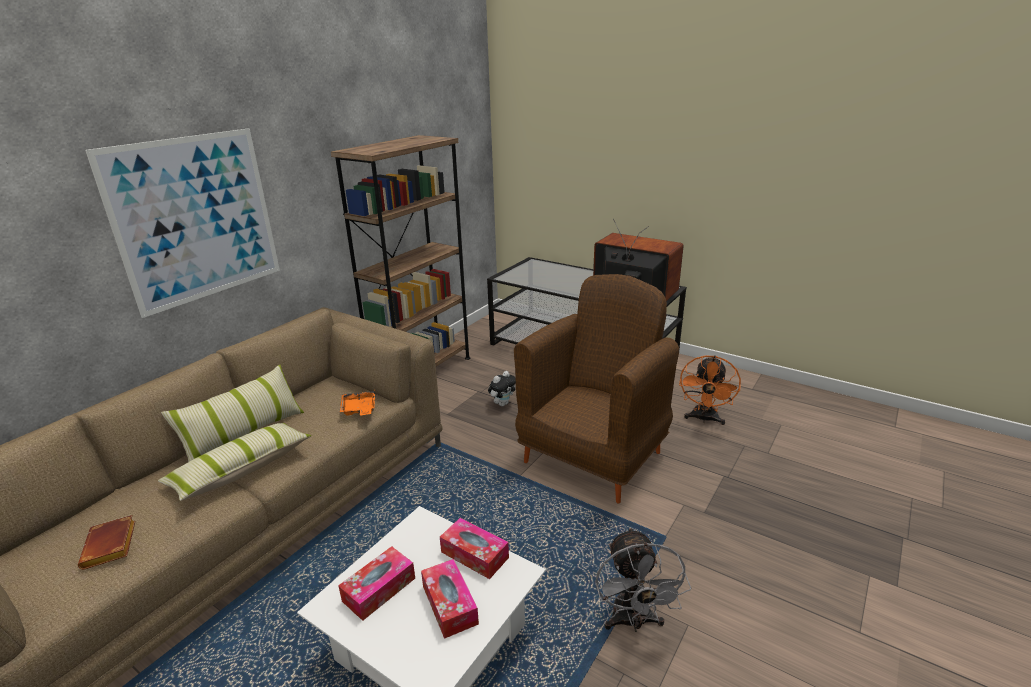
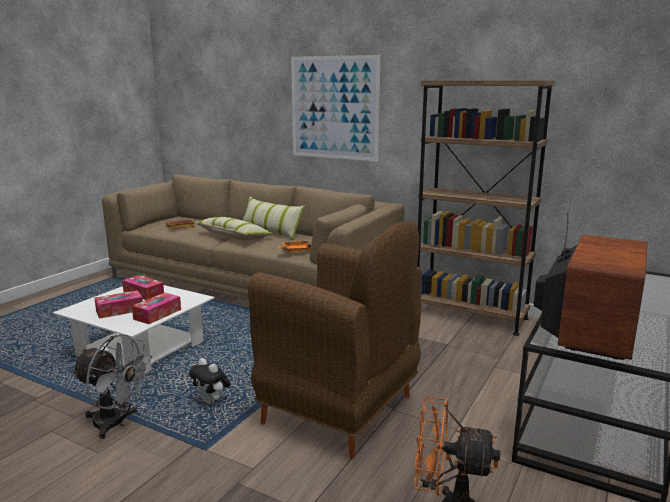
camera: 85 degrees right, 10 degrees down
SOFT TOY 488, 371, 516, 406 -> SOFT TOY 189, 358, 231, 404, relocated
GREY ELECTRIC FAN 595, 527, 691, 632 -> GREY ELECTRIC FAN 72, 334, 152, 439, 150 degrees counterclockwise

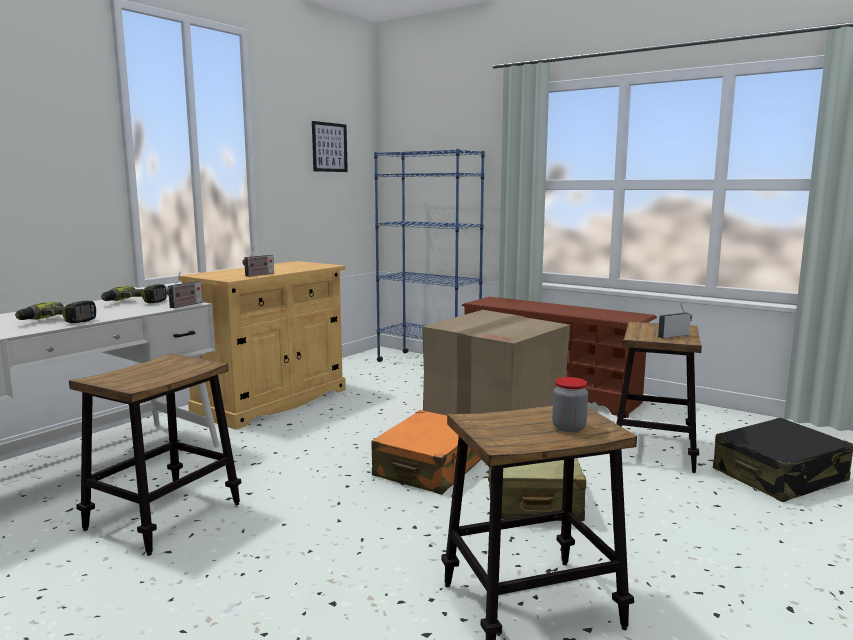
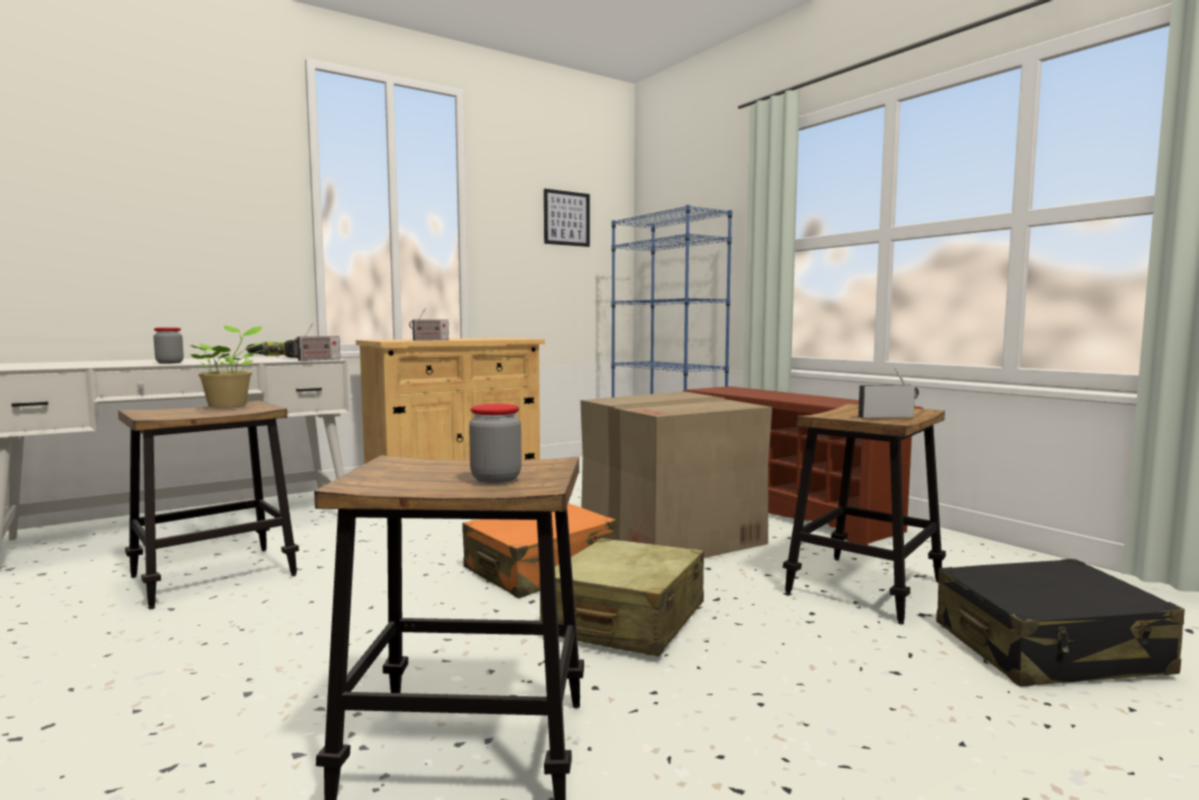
camera: 20 degrees right, 5 degrees down
none -> POTTED PLANT 190, 326, 267, 408
DRILL 15, 301, 96, 323 -> STORAGE JAR 154, 327, 184, 364

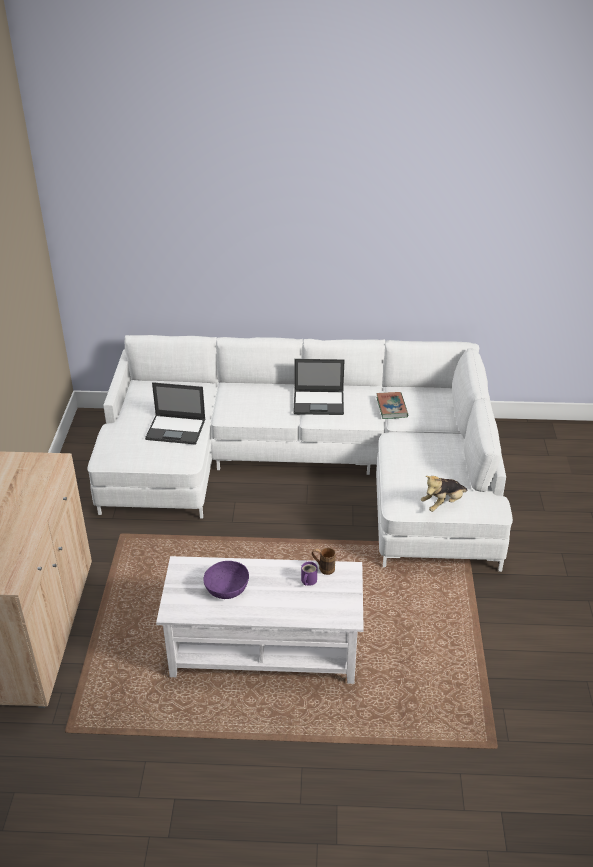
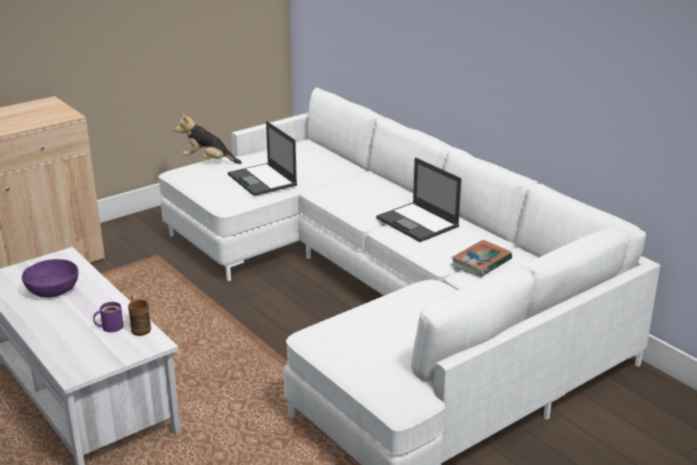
camera: 50 degrees right, 10 degrees down
SOFT TOY 421, 476, 467, 512 -> SOFT TOY 175, 113, 242, 164, relocated

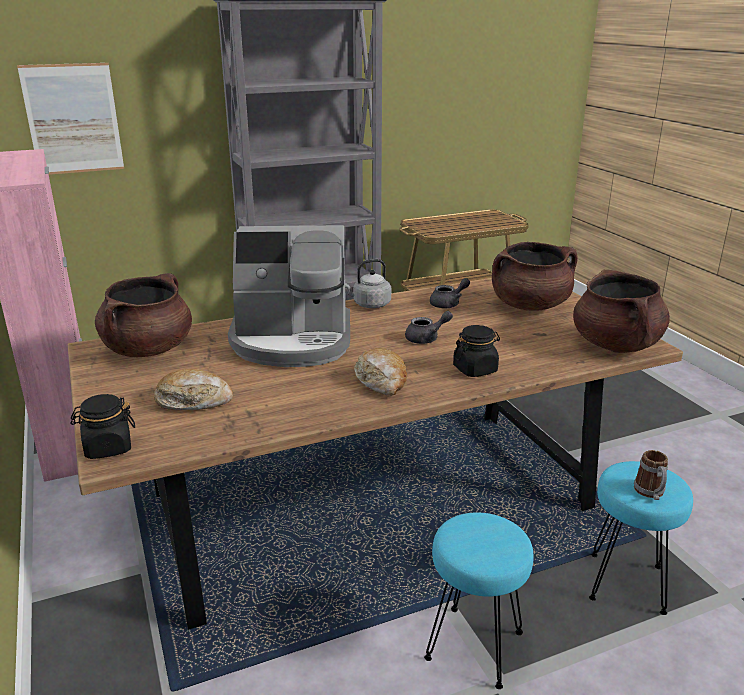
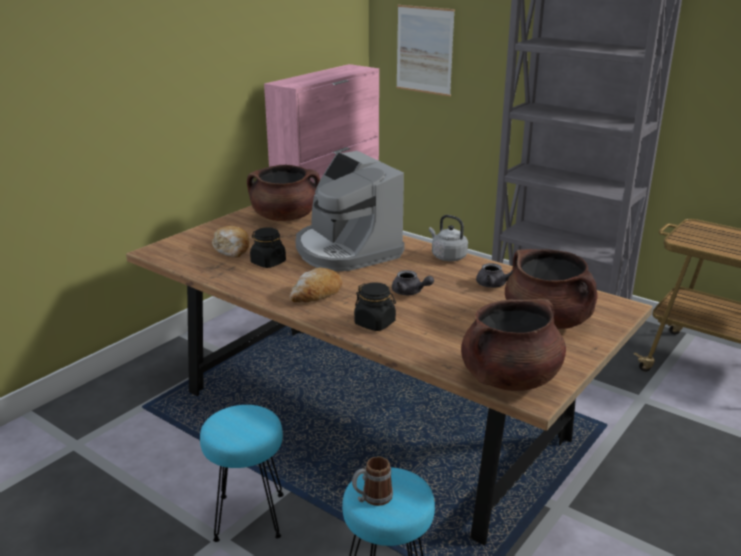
camera: 60 degrees right, 0 degrees up
BLACK STORAGE JAR 71, 394, 135, 459 -> BLACK STORAGE JAR 250, 227, 286, 268, relocated

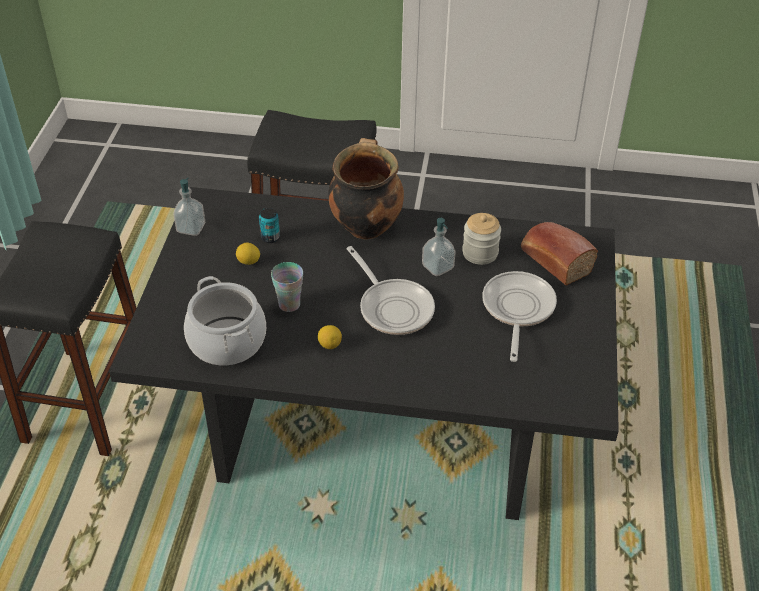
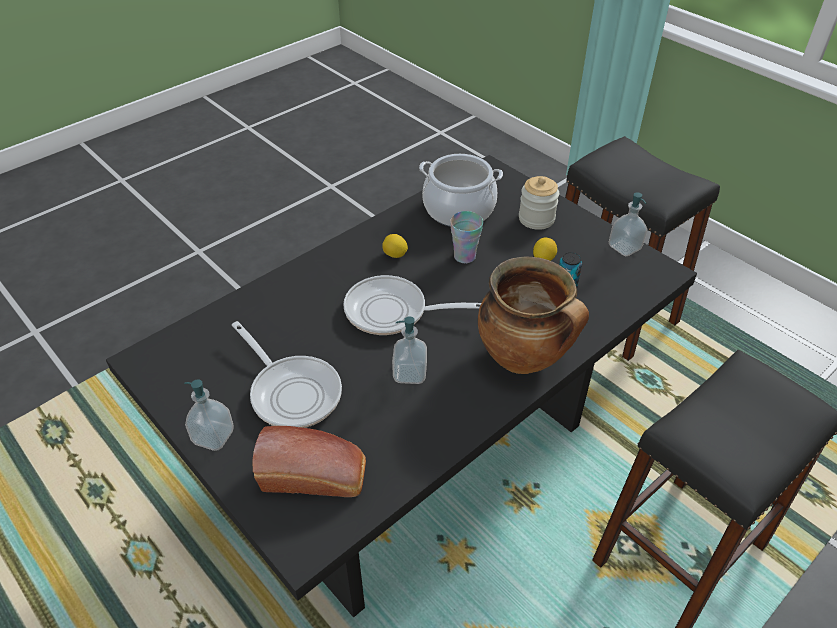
camera: 130 degrees right, 0 degrees up
none -> SOAP DISPENSER 184, 379, 234, 451
STORAGE JAR 462, 213, 501, 265 -> STORAGE JAR 519, 176, 559, 230, relocated

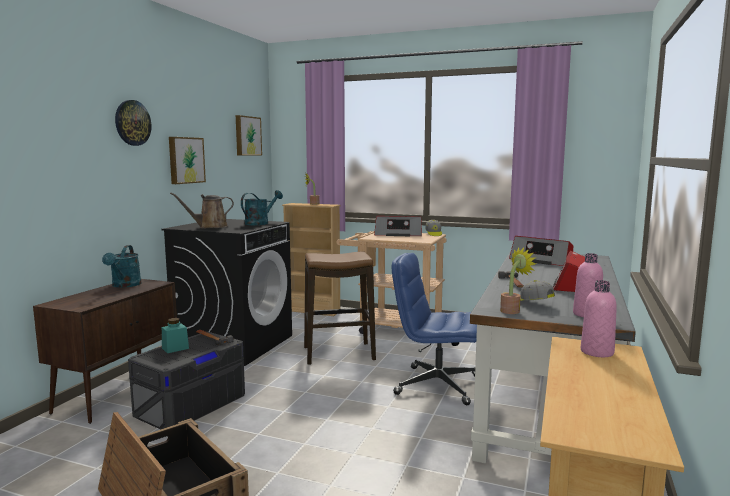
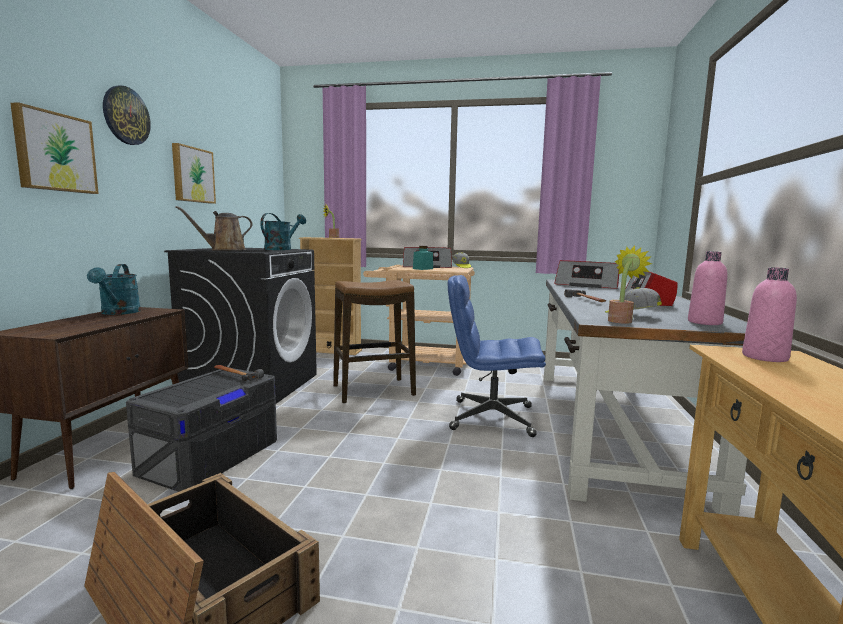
camera: 10 degrees left, 0 degrees up
BLUE-GREEN STORAGE JAR 162, 318, 189, 353 -> BLUE-GREEN STORAGE JAR 413, 246, 433, 270, relocated
WALL ART 236, 115, 262, 156 -> WALL ART 10, 102, 99, 194, relocated

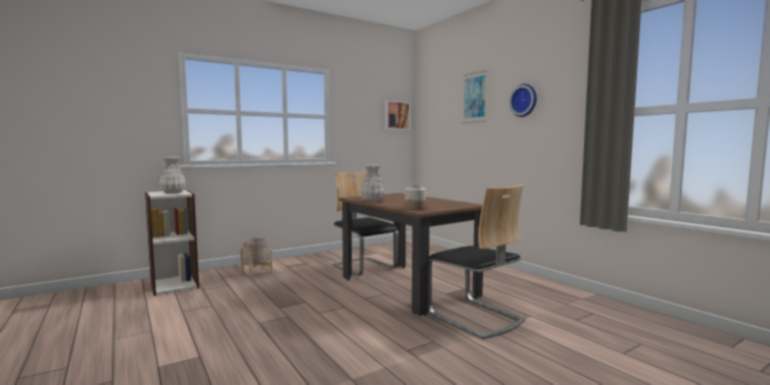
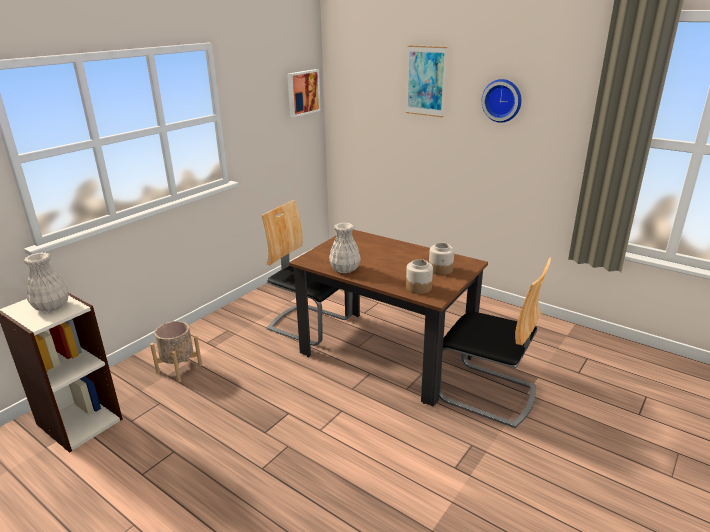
camera: 20 degrees left, 20 degrees up
none -> STORAGE JAR 429, 243, 454, 275

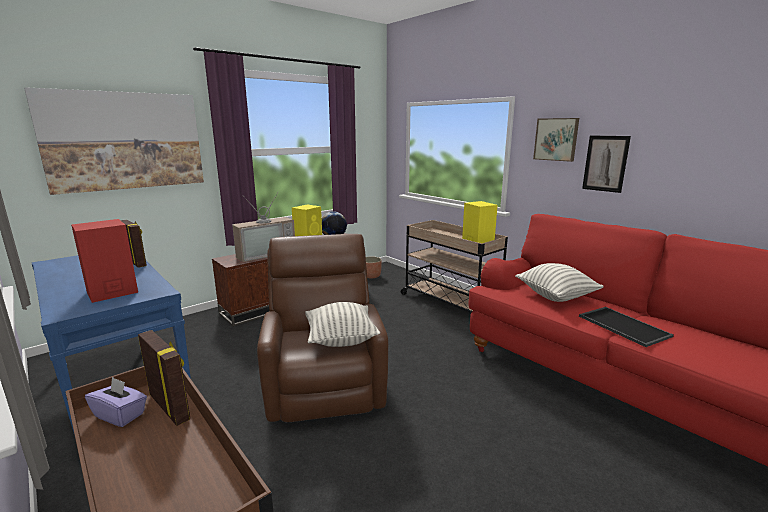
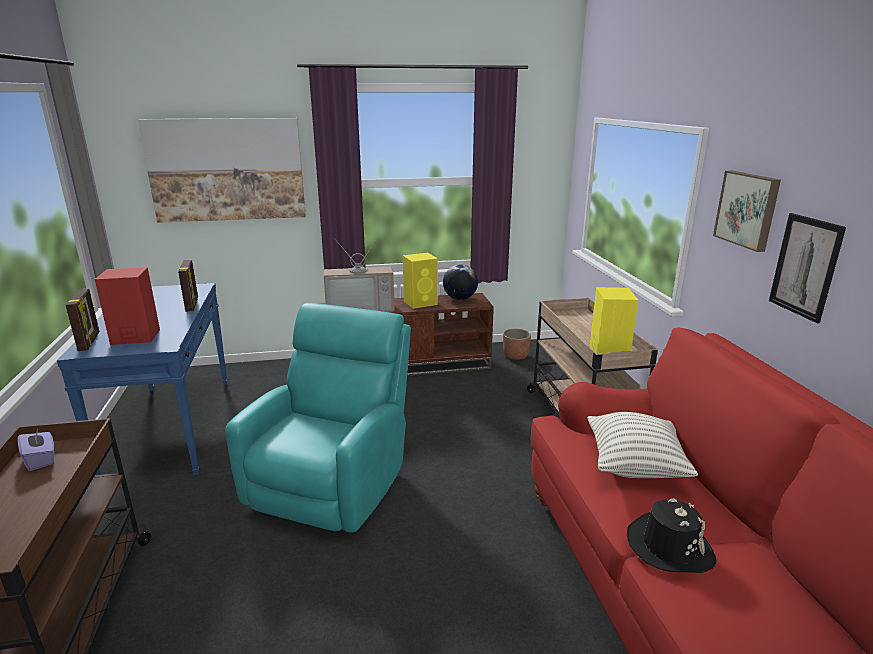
camera: 30 degrees right, 5 degrees up
PILLOW 305, 302, 380, 347 -> none
STANDING FRAME 138, 330, 190, 426 -> STANDING FRAME 66, 289, 99, 351, relocated
TRAY 579, 307, 674, 347 -> BLACK CLOTHING HAT 627, 498, 717, 573
BROWN LOUNGE CHAIR 257, 234, 388, 422 -> BLUE-GREEN LOUNGE CHAIR 225, 303, 411, 533

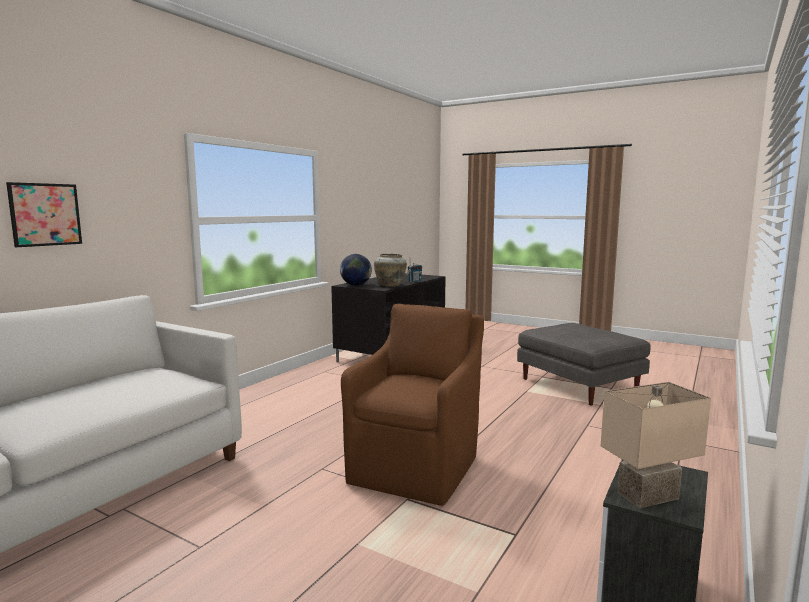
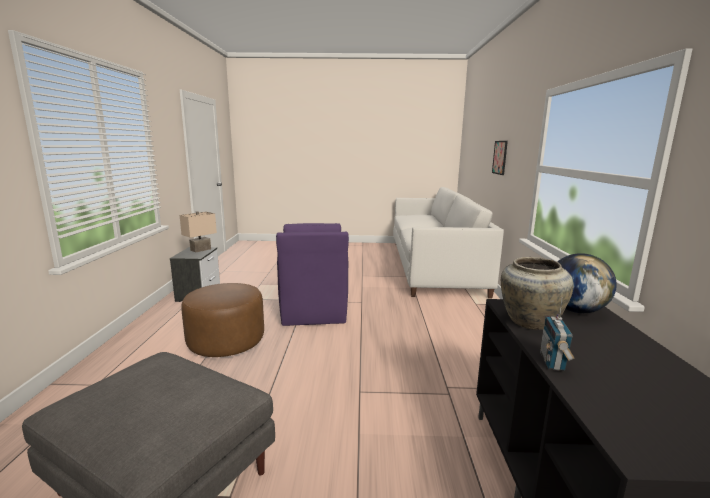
camera: 150 degrees right, 5 degrees up
none -> BROWN OTTOMAN 181, 283, 264, 357
BROWN LOUNGE CHAIR 341, 304, 484, 506 -> PURPLE LOUNGE CHAIR 276, 223, 349, 326

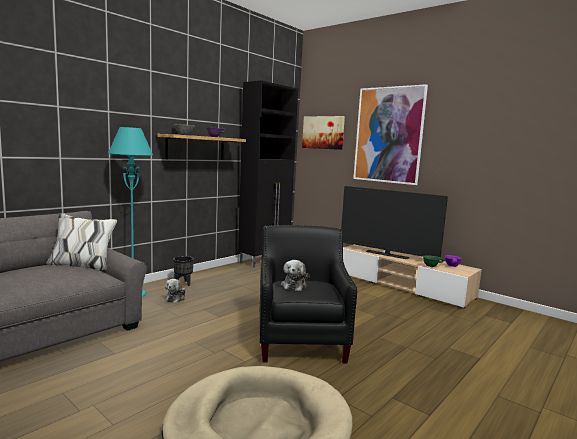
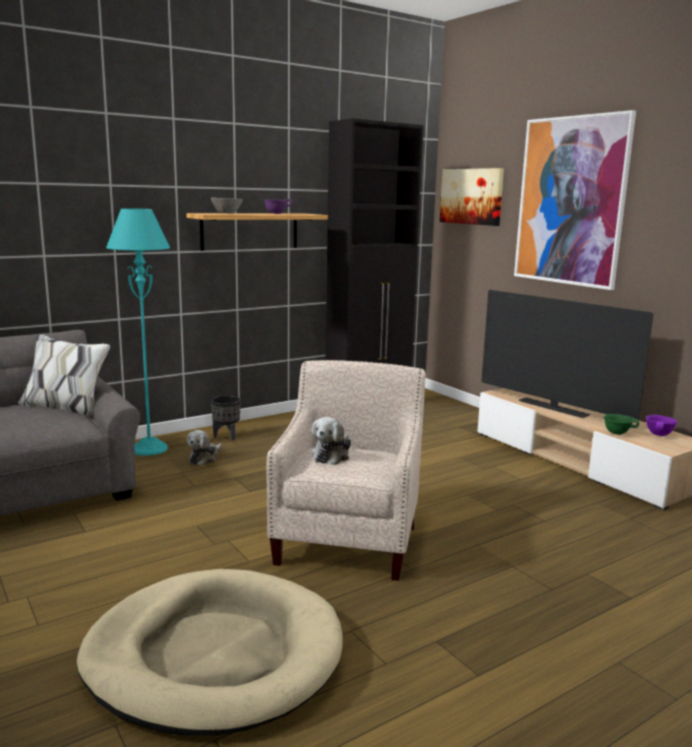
camera: 15 degrees right, 5 degrees up
BLACK LOUNGE CHAIR 259, 225, 357, 364 -> SAND-COLOURED LOUNGE CHAIR 266, 360, 426, 581

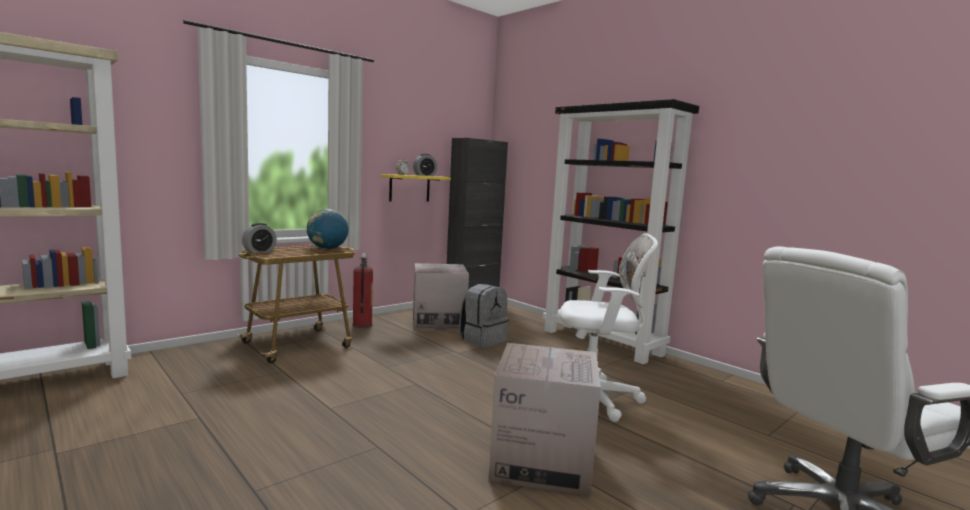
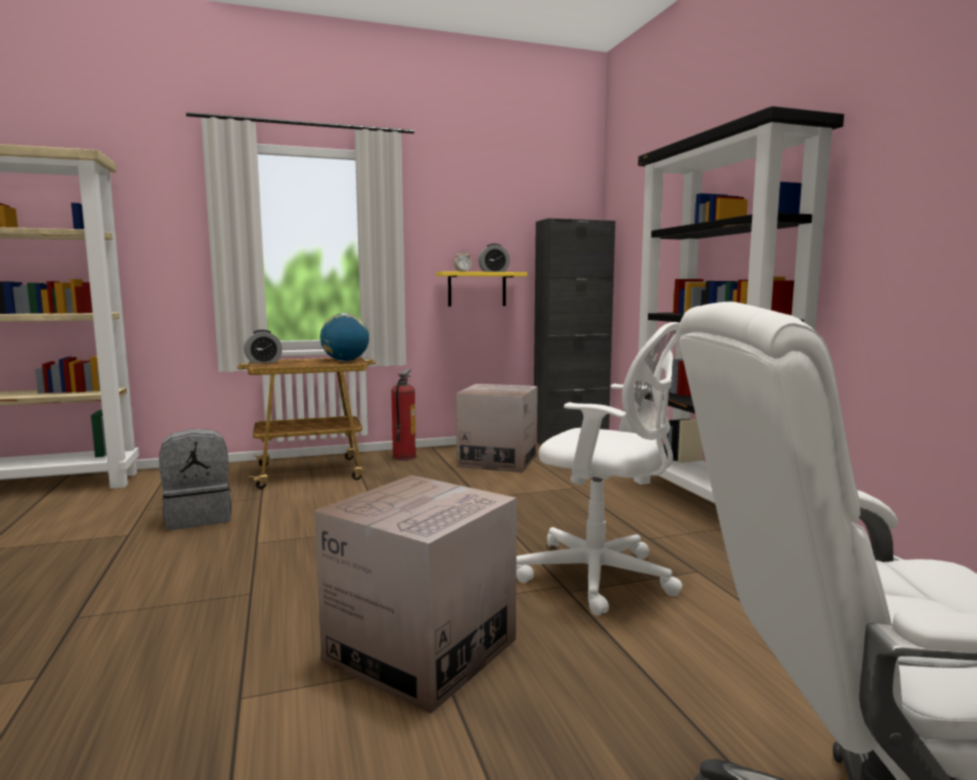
camera: 25 degrees right, 0 degrees up
GREY KNAPSACK 459, 284, 509, 347 -> GREY KNAPSACK 159, 429, 232, 530, relocated

